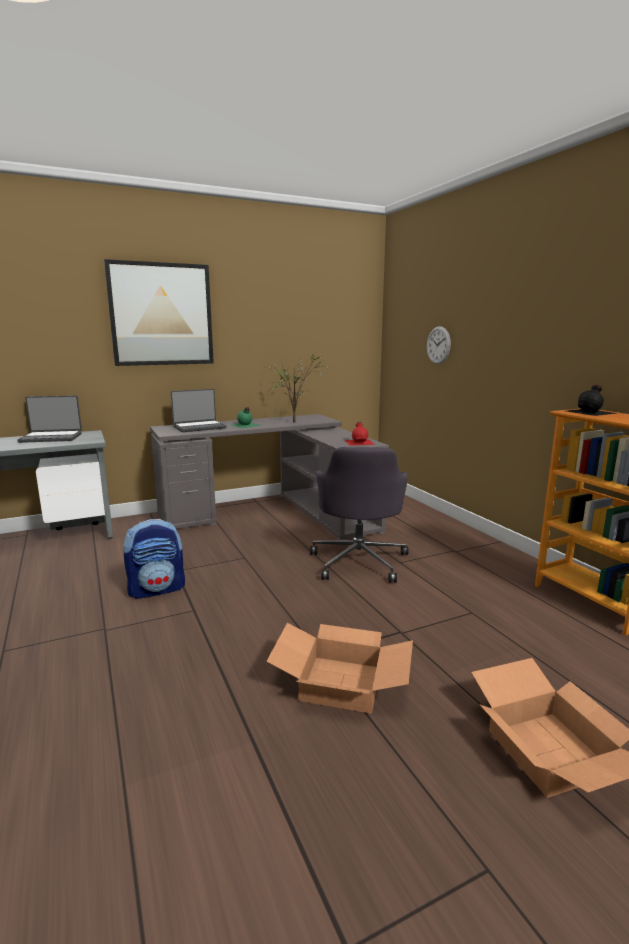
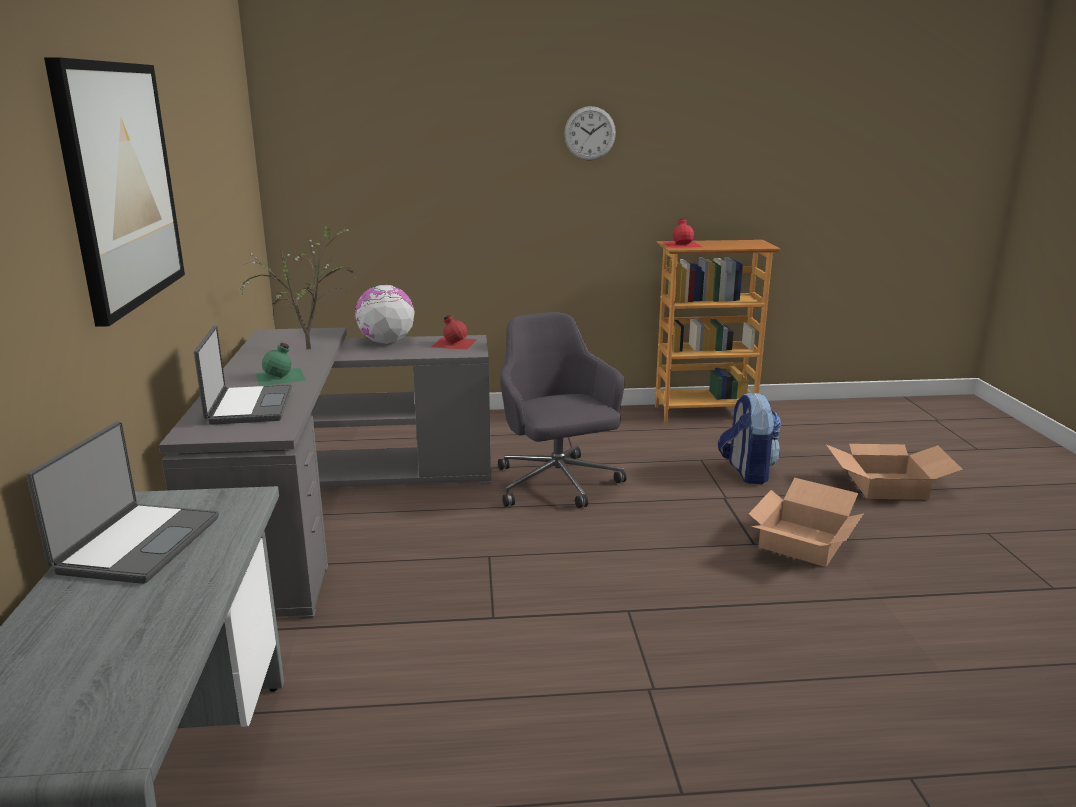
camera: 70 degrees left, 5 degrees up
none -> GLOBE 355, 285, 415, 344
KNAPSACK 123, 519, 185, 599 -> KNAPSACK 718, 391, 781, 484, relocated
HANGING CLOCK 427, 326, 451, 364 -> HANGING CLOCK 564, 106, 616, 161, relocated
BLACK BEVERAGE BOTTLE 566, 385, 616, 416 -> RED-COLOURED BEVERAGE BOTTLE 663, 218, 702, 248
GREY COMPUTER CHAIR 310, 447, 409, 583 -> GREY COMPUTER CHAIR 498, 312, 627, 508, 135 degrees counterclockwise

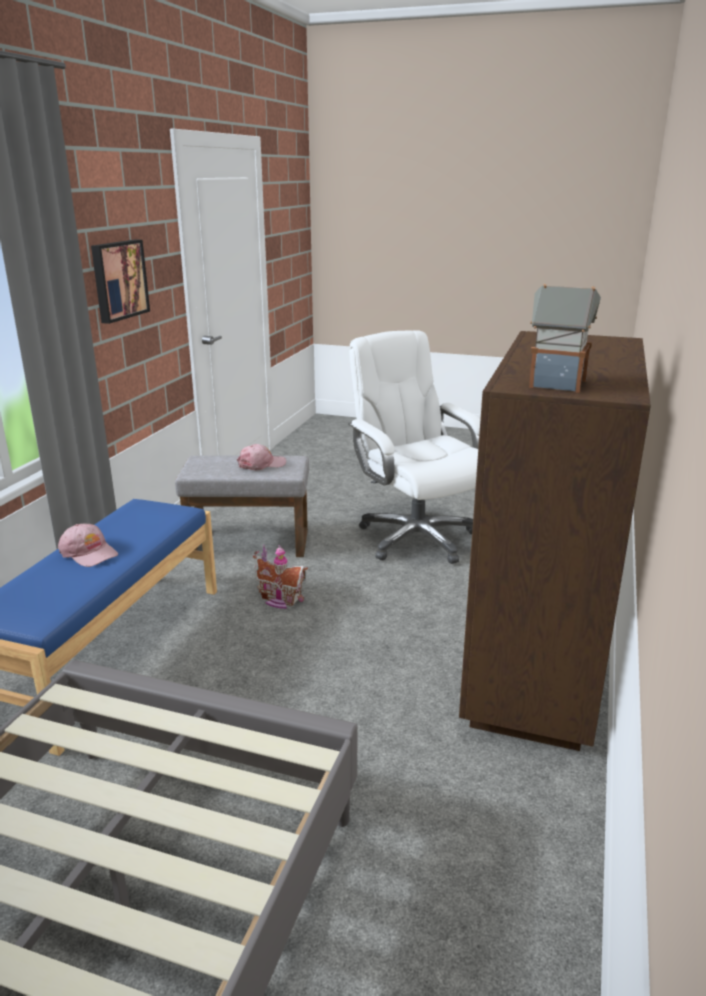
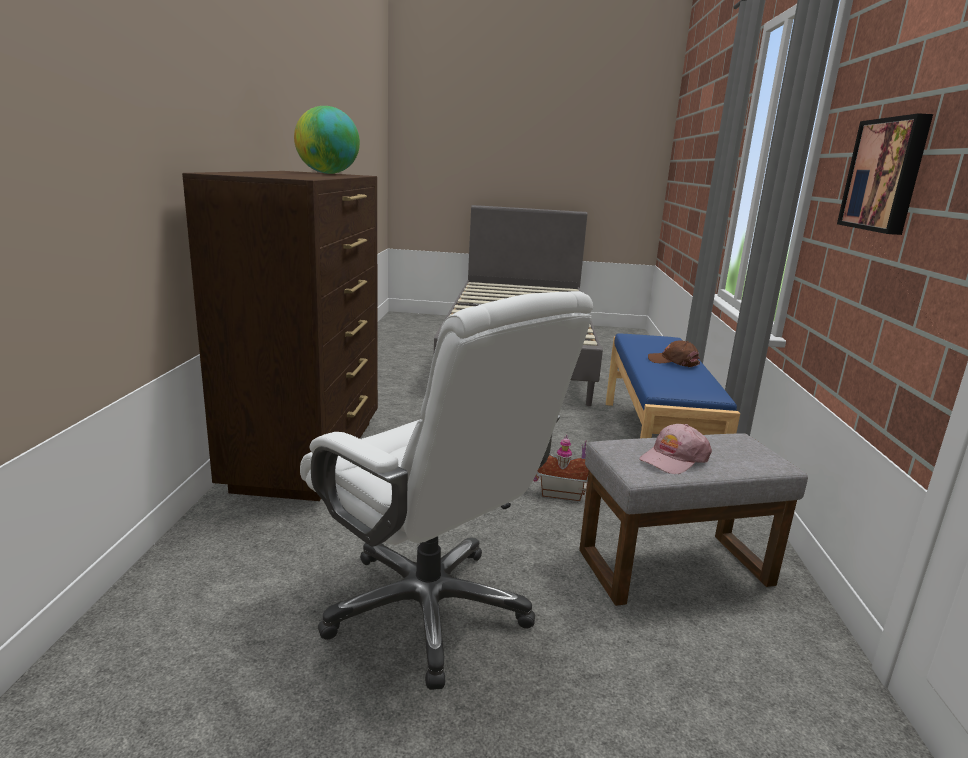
camera: 165 degrees right, 5 degrees down
MODEL HOUSE 529, 284, 601, 393 -> GLOBE 294, 106, 360, 174
PINK PEAKED CAP 58, 524, 118, 567 -> BROWN PEAKED CAP 648, 340, 700, 367

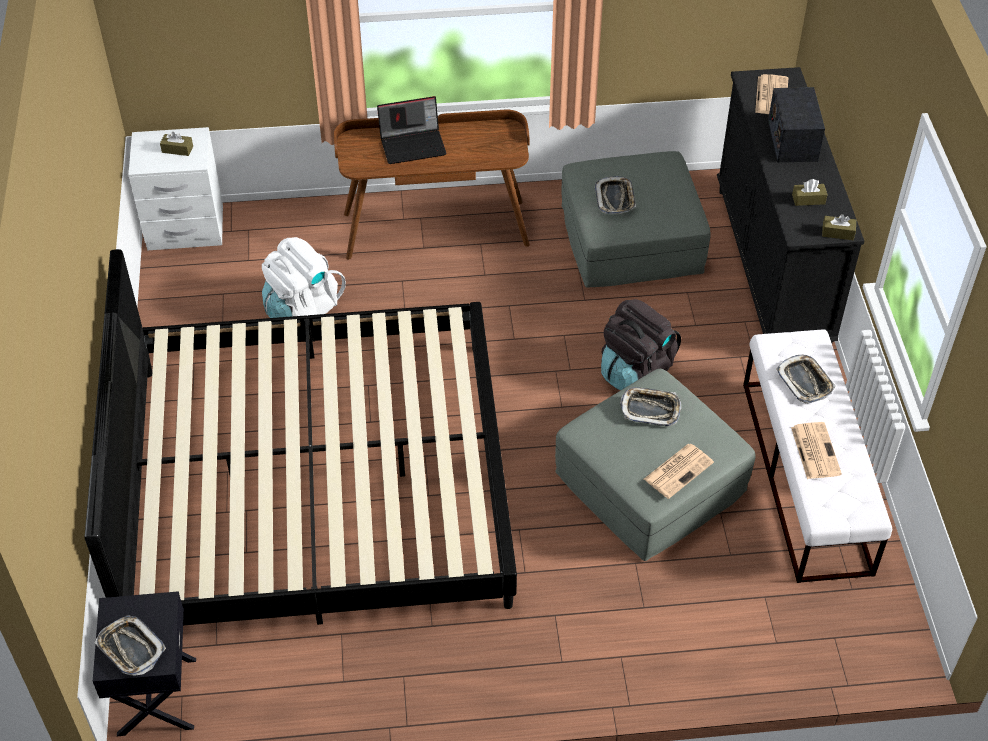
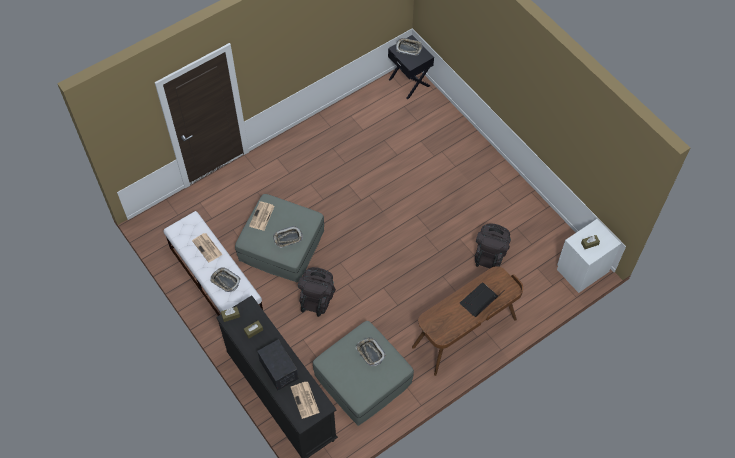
camera: 150 degrees right, 10 degrees up
SLEEPING BED 84, 249, 517, 626 -> none
WHITISH KNAPSACK 262, 237, 346, 318 -> BLACK KNAPSACK 475, 224, 511, 268

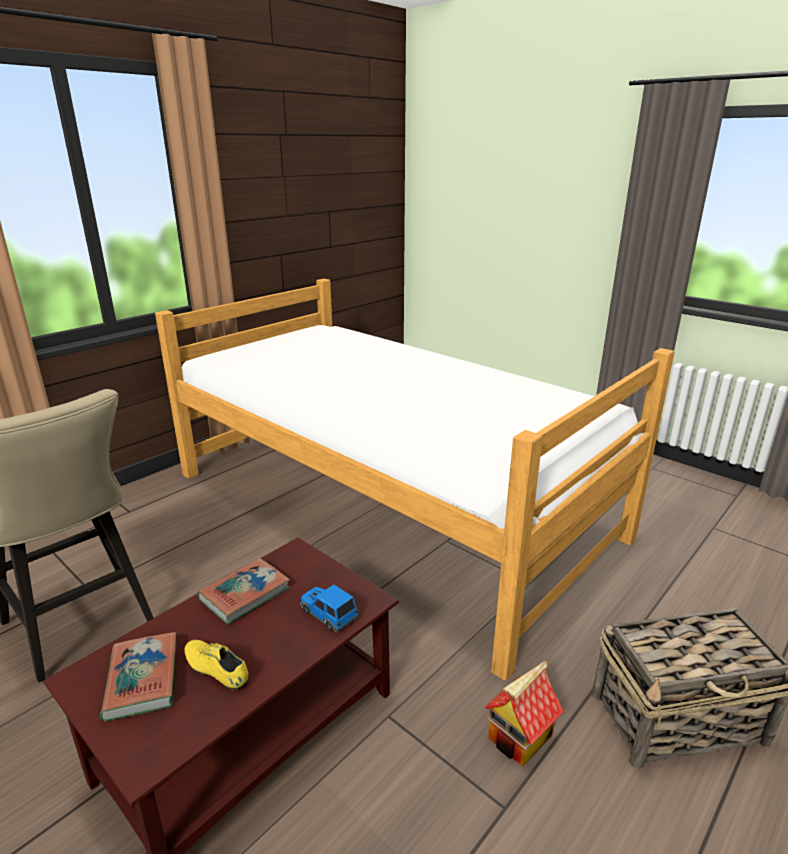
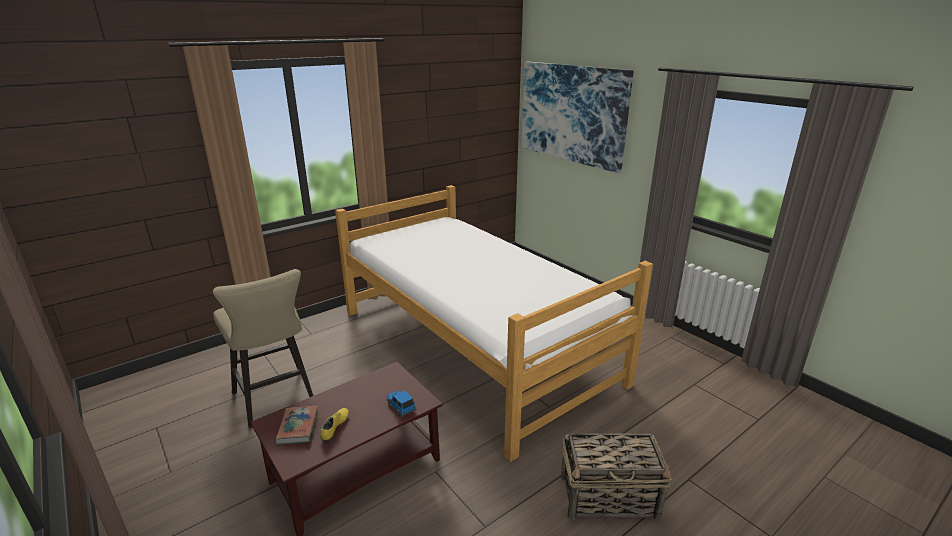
camera: 10 degrees right, 0 degrees up
VOLUME 197, 558, 290, 625 -> none
MODEL HOUSE 485, 661, 564, 767 -> none
none -> WALL ART 521, 62, 634, 173
YELLOW-COLOURED ITEM OF FOOTWEAR 184, 640, 248, 690 -> YELLOW-COLOURED ITEM OF FOOTWEAR 320, 408, 349, 441, 60 degrees clockwise

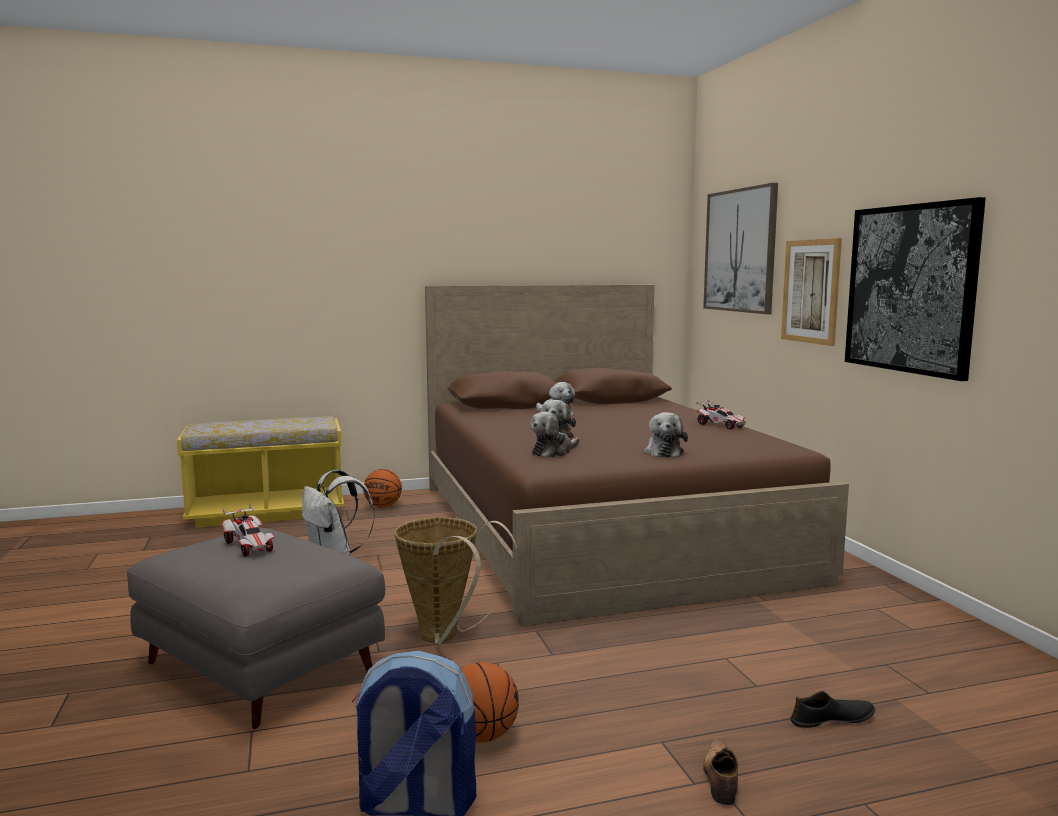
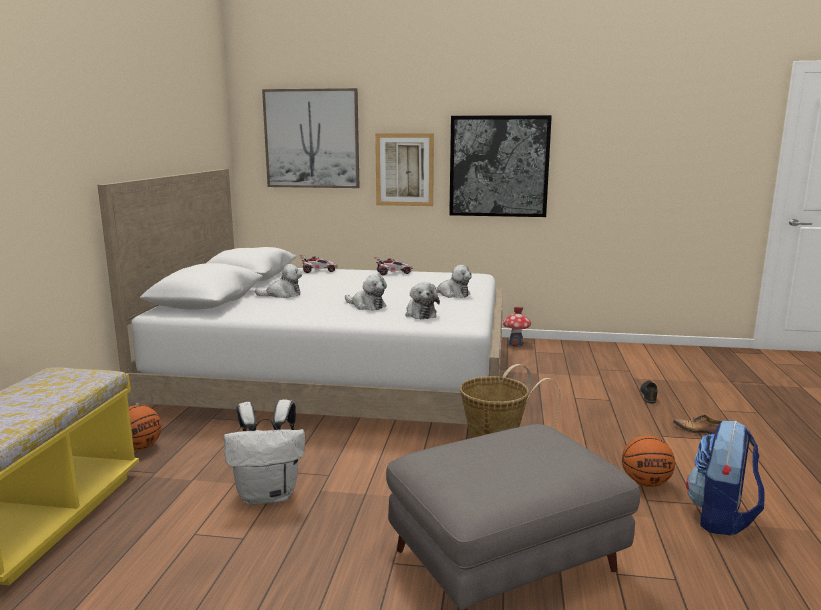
camera: 65 degrees left, 5 degrees up
none -> MODEL HOUSE 503, 307, 531, 347
MODEL CAR 221, 504, 275, 557 -> MODEL CAR 300, 255, 338, 273, relocated
BROWN SLEEPING BED 425, 285, 849, 626 -> WHITISH SLEEPING BED 98, 169, 503, 424

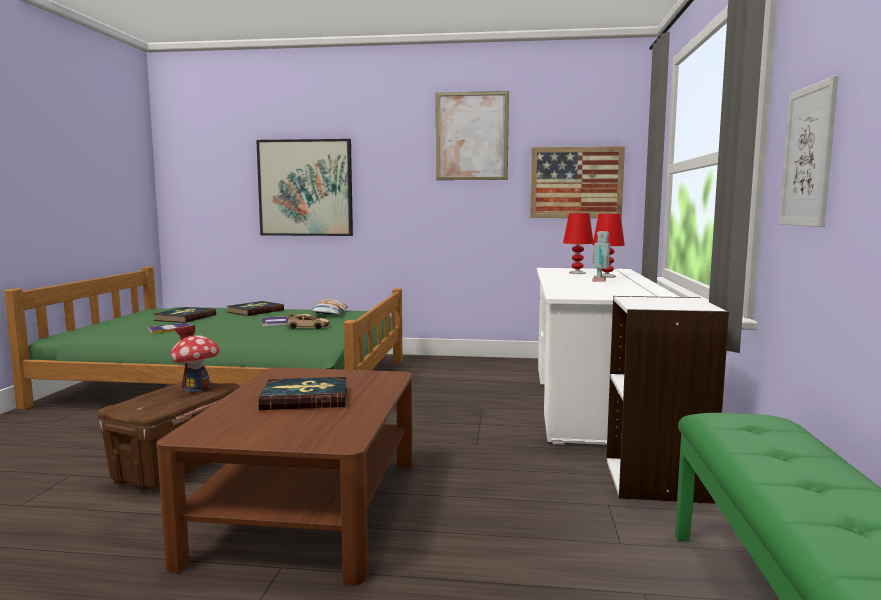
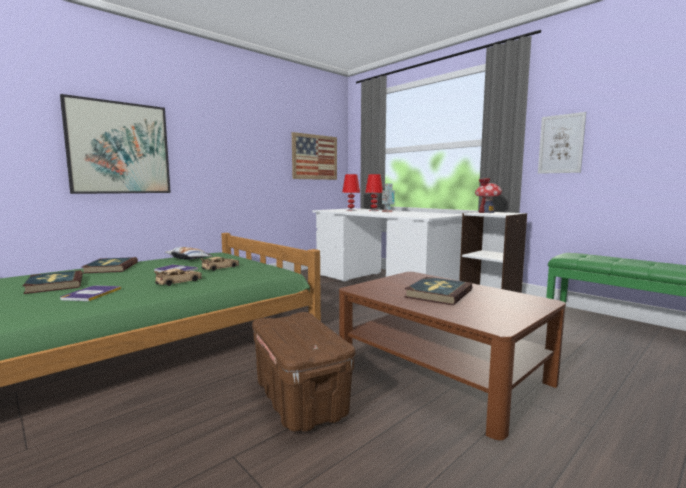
camera: 50 degrees left, 0 degrees up
WALL ART 436, 91, 509, 180 -> none
none -> SAND-COLOURED MODEL CAR 154, 269, 202, 286
MODEL HOUSE 170, 325, 220, 392 -> MODEL HOUSE 475, 178, 502, 213, relocated

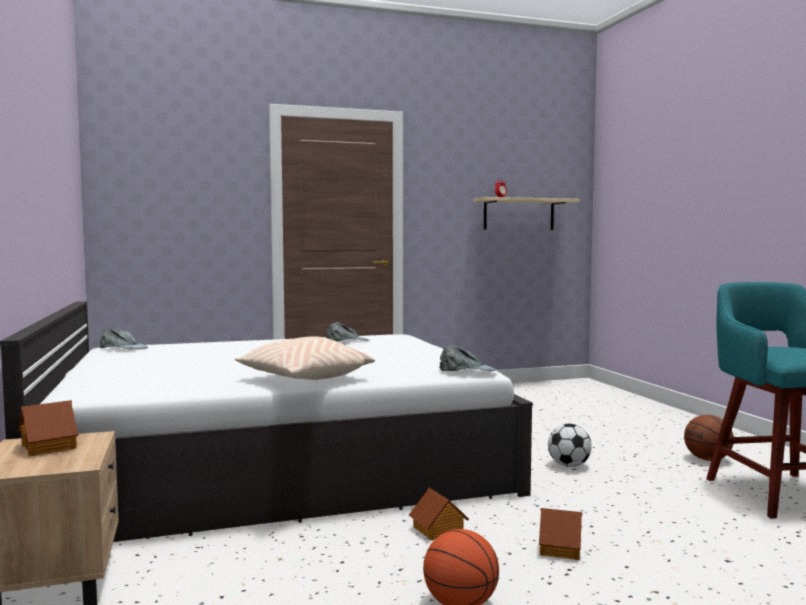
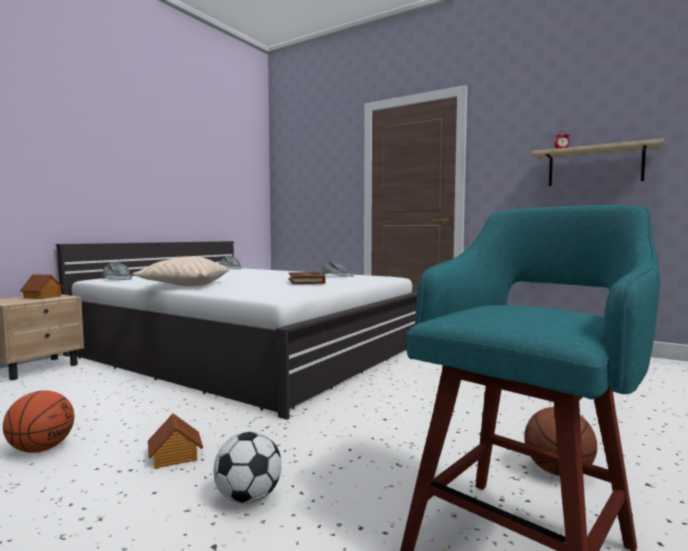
camera: 50 degrees right, 0 degrees up
MODEL HOUSE 409, 488, 469, 540 -> none
none -> VOLUME 289, 272, 326, 284
GREY PEAKED CAP 439, 344, 497, 371 -> GREY PEAKED CAP 102, 262, 132, 280, relocated
FOOTBALL BALL 548, 424, 592, 467 -> FOOTBALL BALL 213, 432, 282, 504, relocated

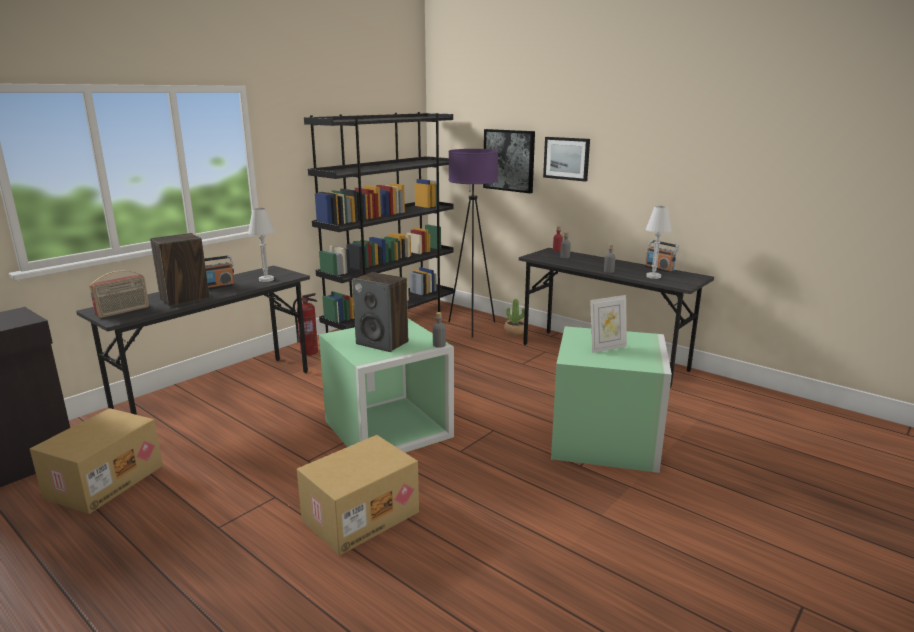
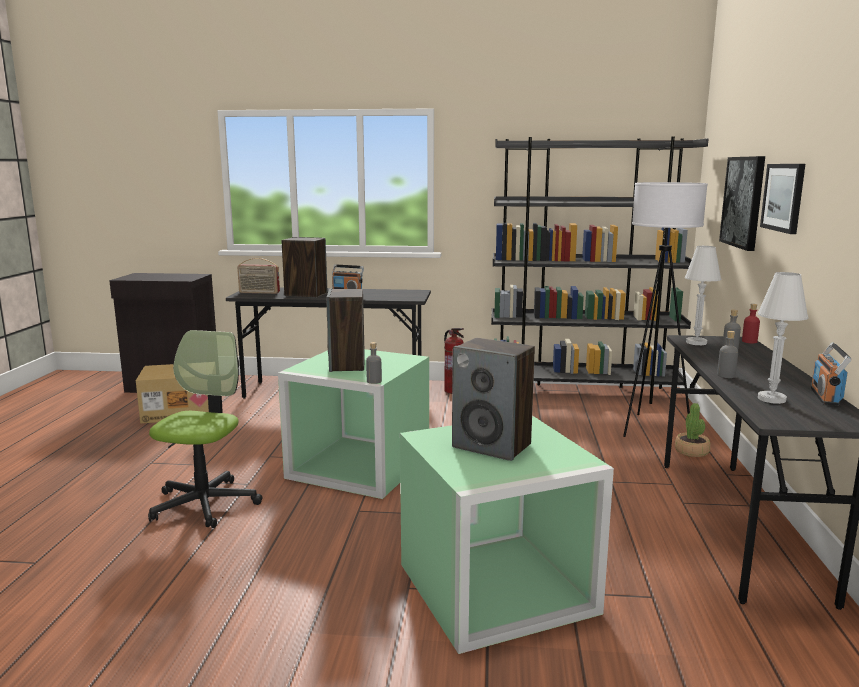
camera: 55 degrees right, 5 degrees down
WHITISH TABLE LAMP 248, 208, 275, 282 -> WHITISH TABLE LAMP 685, 246, 721, 345, relocated
PACKING BOX 297, 435, 419, 556 -> COMPUTER CHAIR 148, 330, 263, 528
STANDING FRAME 590, 295, 627, 353 -> LOUDSPEAKER 452, 338, 535, 461
PURPLE FLOOR LAMP 448, 149, 498, 338 -> WHITISH FLOOR LAMP 623, 182, 708, 437

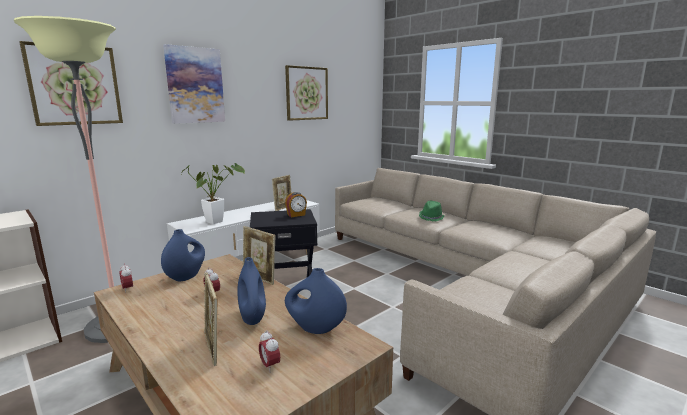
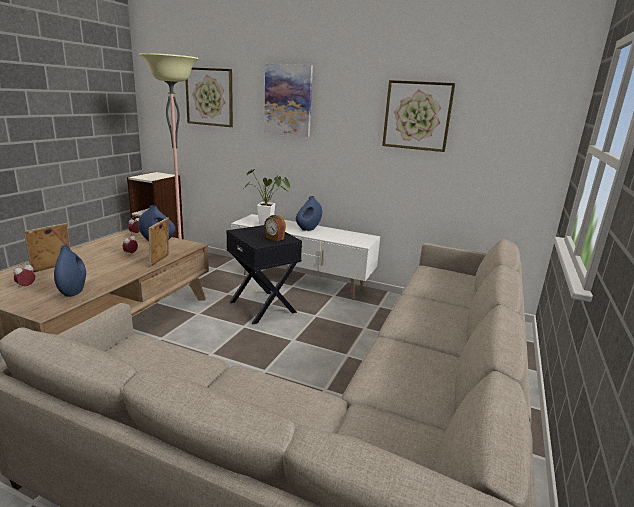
camera: 65 degrees right, 5 degrees up
STANDING FRAME 272, 175, 292, 211 -> none
GREENISH CLOTHING HAT 419, 201, 445, 221 -> none
BLUISH VASE 237, 257, 266, 325 -> BLUISH VASE 296, 196, 322, 231, relocated

